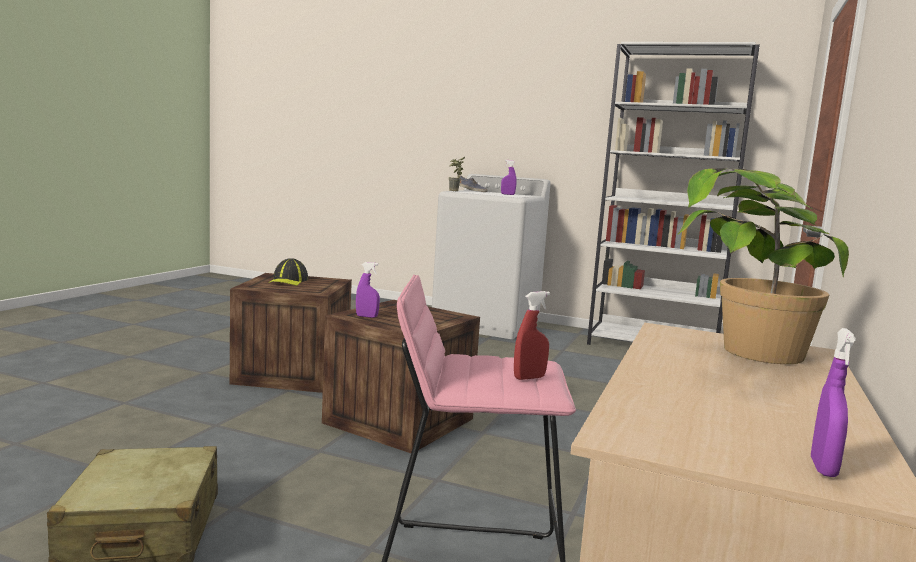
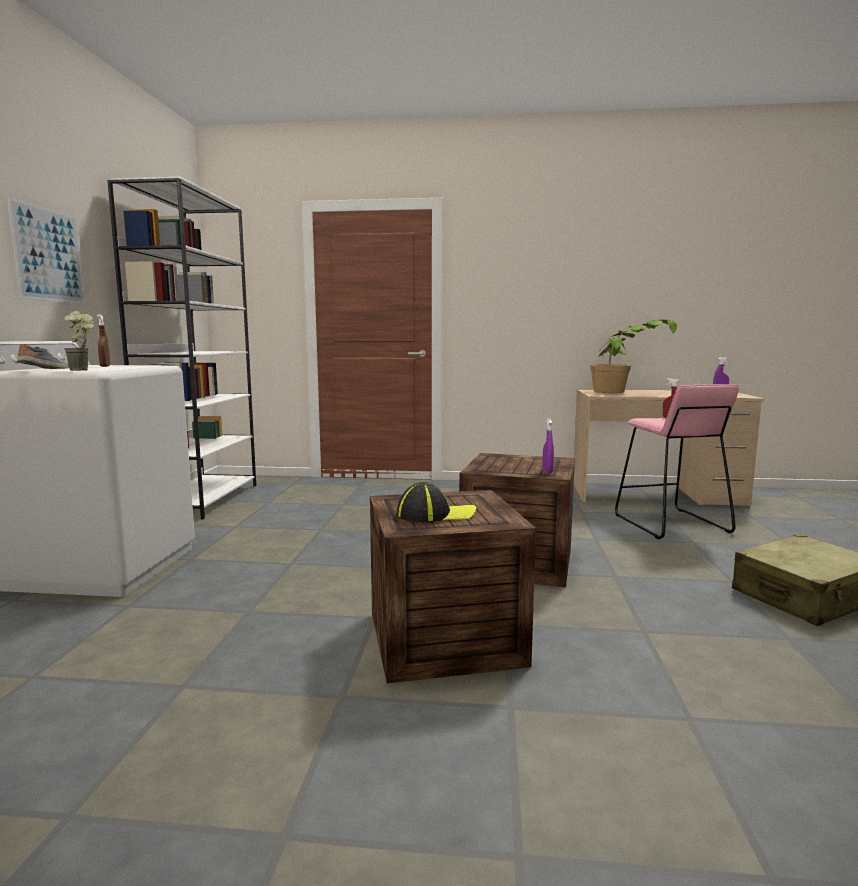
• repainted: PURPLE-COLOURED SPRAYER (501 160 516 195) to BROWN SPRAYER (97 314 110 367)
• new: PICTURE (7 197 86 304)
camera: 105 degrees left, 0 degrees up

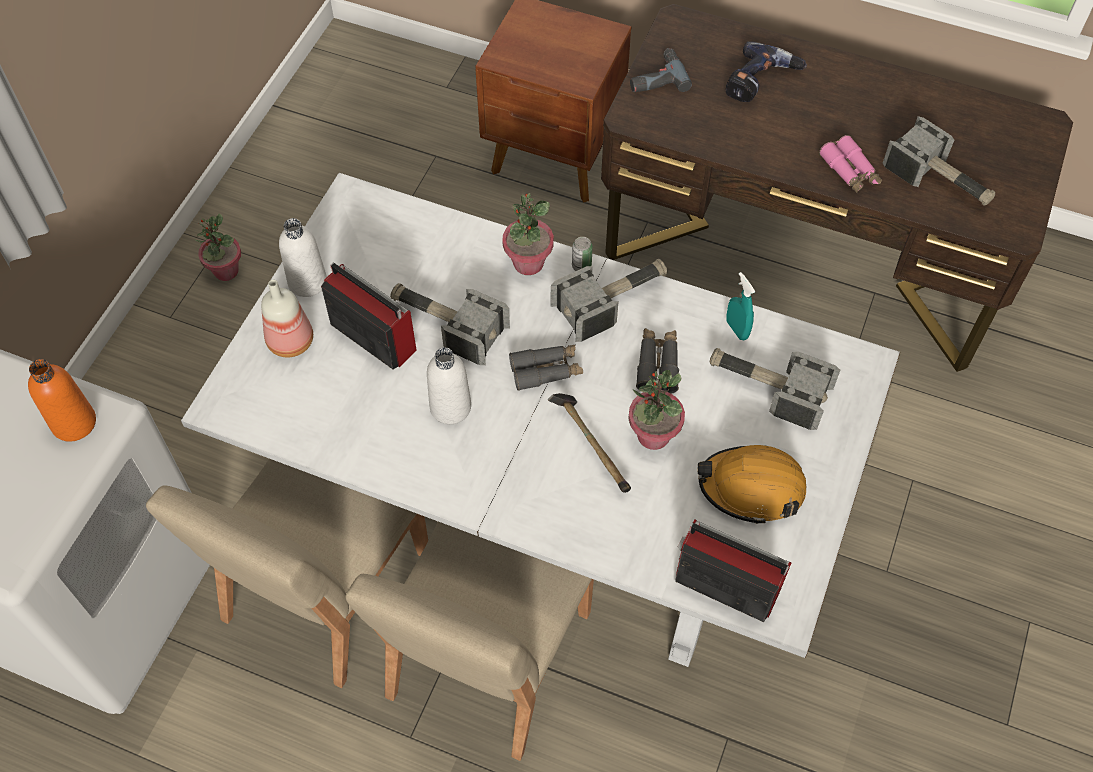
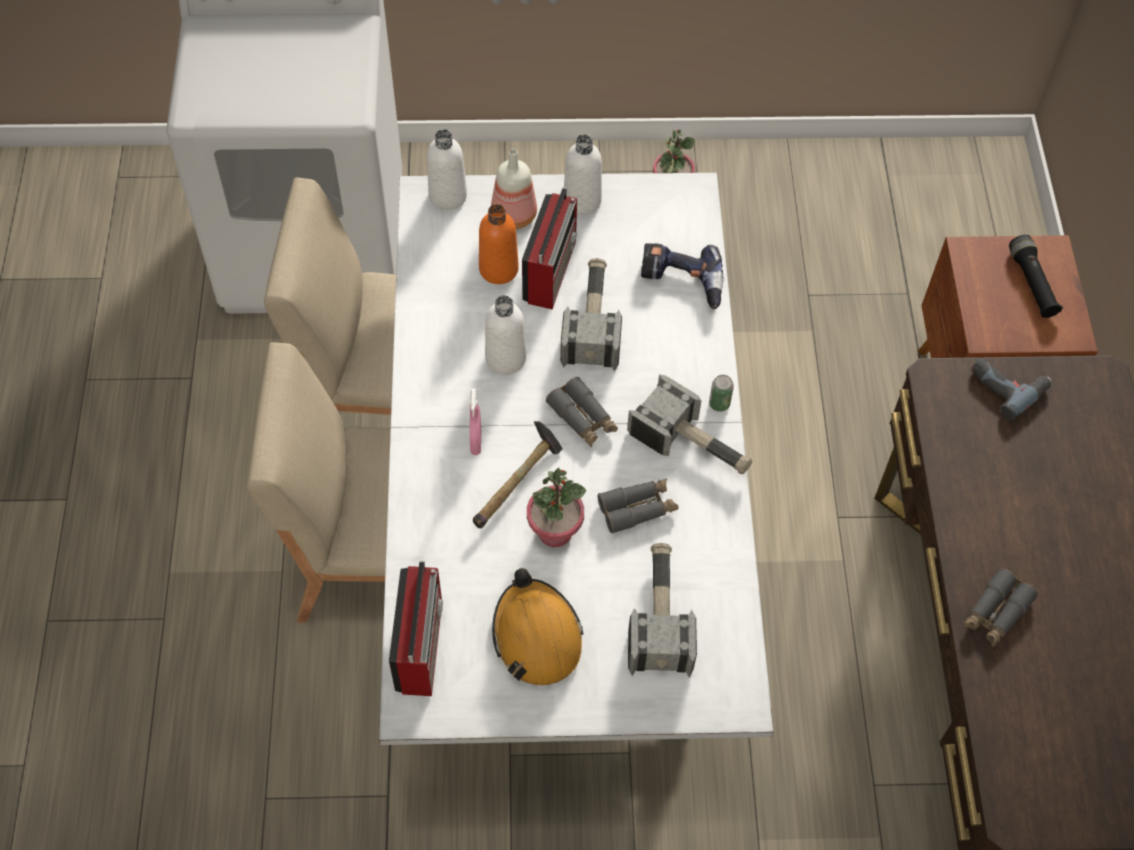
• shifted: ORANGE BEVERAGE BOTTLE (28 359 96 442) to (479 204 519 284)
• gone: HOUSEPLANT (502 193 554 275)
• shifted: ELECTRIC DRILL (726 41 807 102) to (641 243 724 309)
• gone: TURQUOISE-COLOURED SPRAYER (726 272 755 340)
• repainted: PINK FIELD GLASSES (819 135 882 193) to GREY FIELD GLASSES (963 569 1038 647)
• gone: HAND HAMMER (883 116 995 206)
• new: WHITISH BEVERAGE BOTTLE (427 129 467 210)
• new: PINK SPRAYER (470 389 481 455)
• new: BLACK-COLOURED FLASHLIGHT (1009 235 1063 318)
camera: 65 degrees right, 0 degrees up

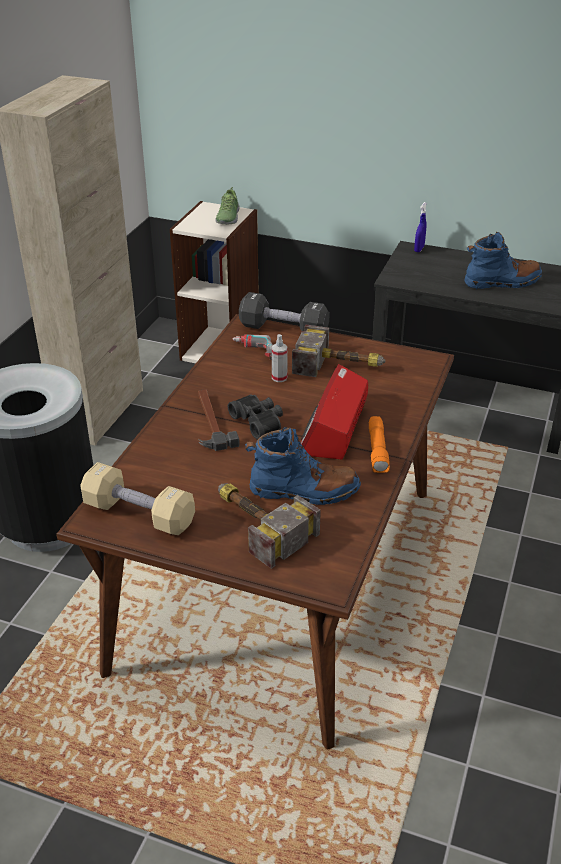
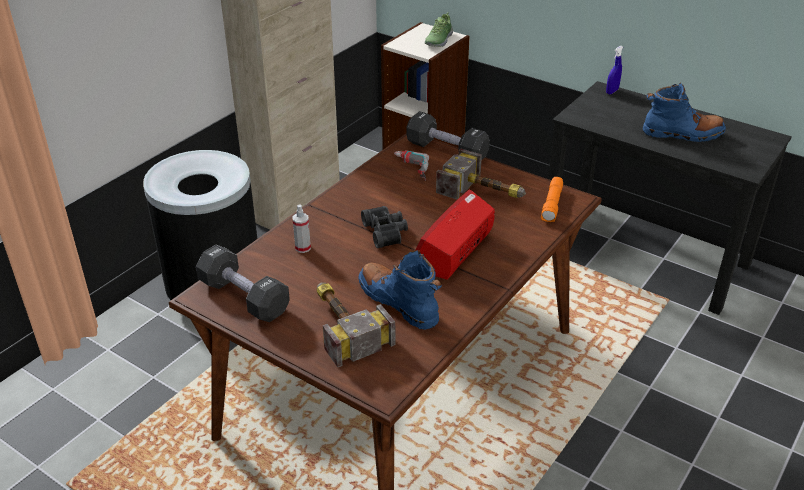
• repainted: BEIGE-COLOURED DUMBBELL (80 462 195 535) to BLACK-COLOURED DUMBBELL (196 245 290 322)
• gone: HAND HAMMER (198 389 240 451)
• rotated: BLUISH TALL BOOT (245 427 361 505) = (358 250 442 330) 150 degrees counterclockwise
• shifted: SPRAYER (272 334 288 382) to (292 204 311 253)
• shifted: ORANGE FLASHLIGHT (369 416 390 473) to (541 177 563 222)
camera: 15 degrees right, 0 degrees up

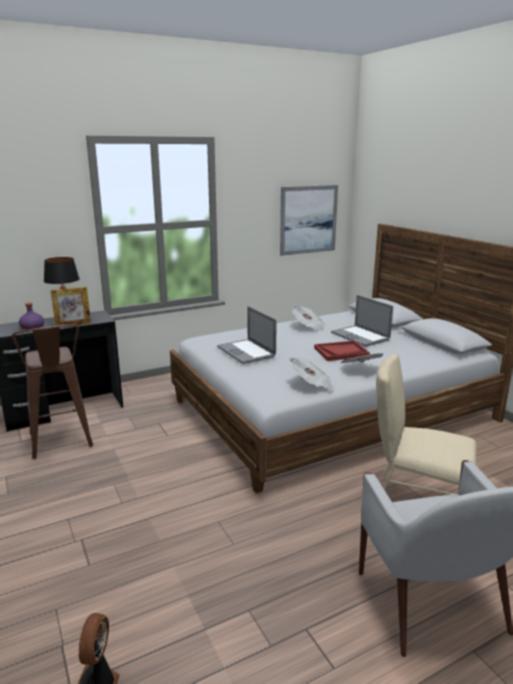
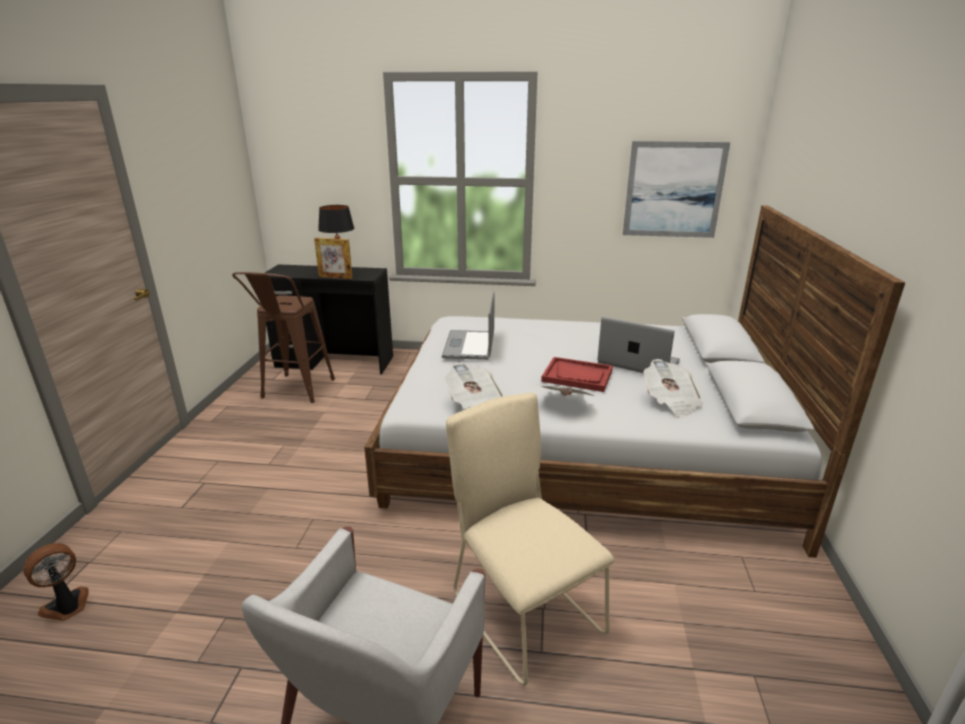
• gone: PURPLE-COLOURED BEVERAGE BOTTLE (19 303 44 330)
• shifted: DAILY PAPER (292 305 325 332) to (643 359 703 418)
• rotated: PORTABLE COMPUTER (331 295 393 347) = (597 316 680 373) 120 degrees clockwise
camera: 35 degrees right, 5 degrees up

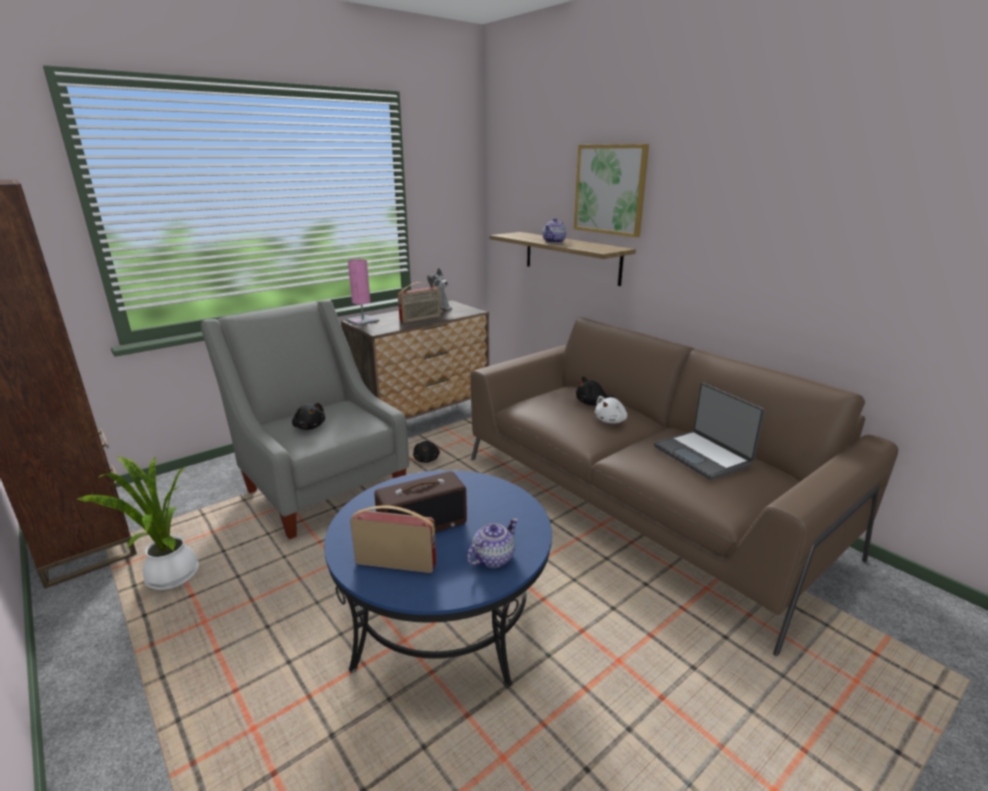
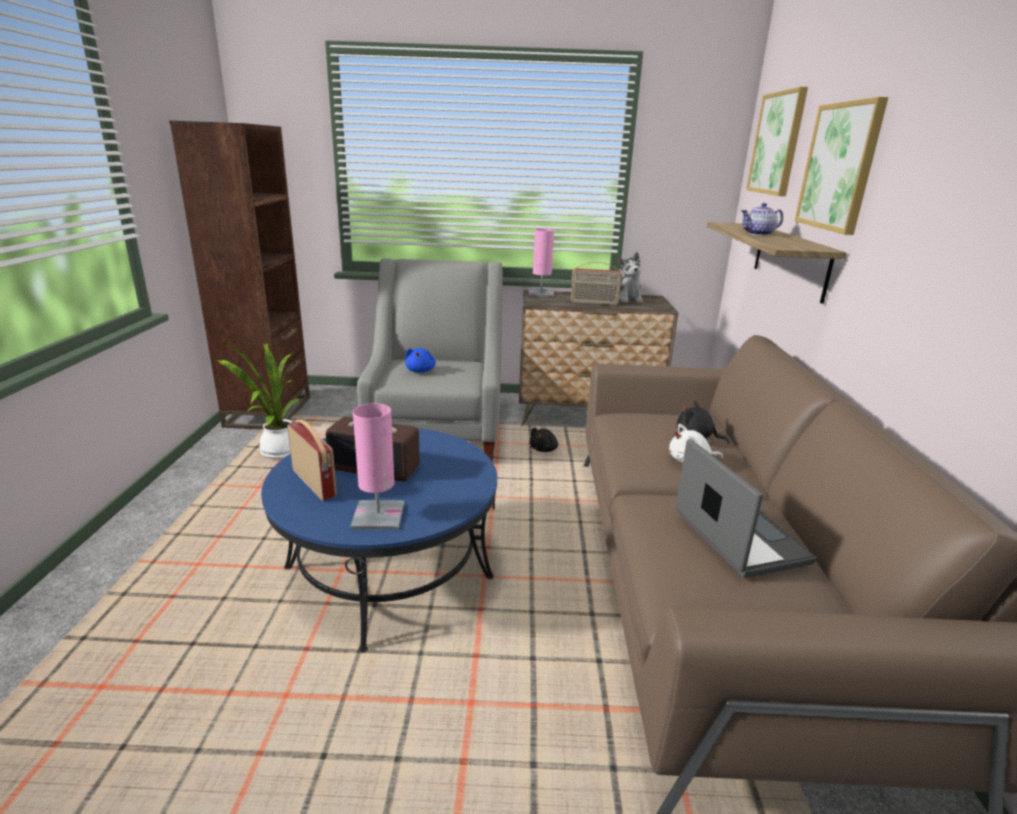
• repainted: BLACK-COLOURED CUDDLY TOY (292 403 325 430) to BLUISH CUDDLY TOY (405 348 436 373)
• swapped: TEA POT (467 518 518 568) to PINK TABLE LAMP (350 403 404 529)
• rotated: PORTABLE COMPUTER (654 383 765 480) = (676 439 817 578) 150 degrees clockwise
• new: PICTURE (746 87 808 196)
camera: 40 degrees right, 0 degrees up

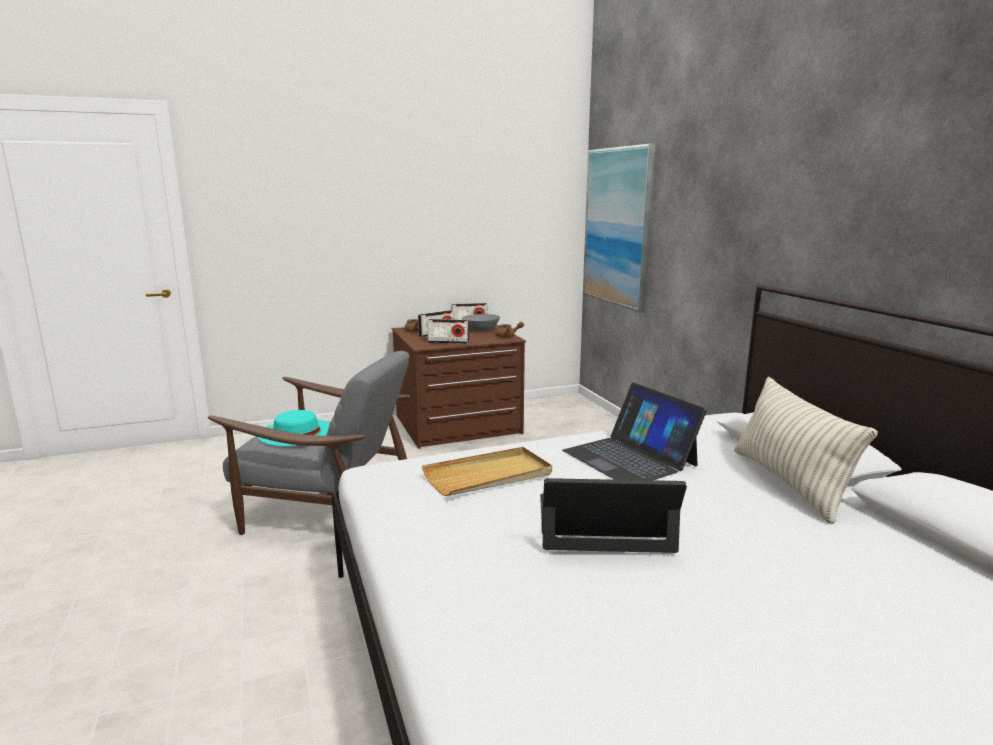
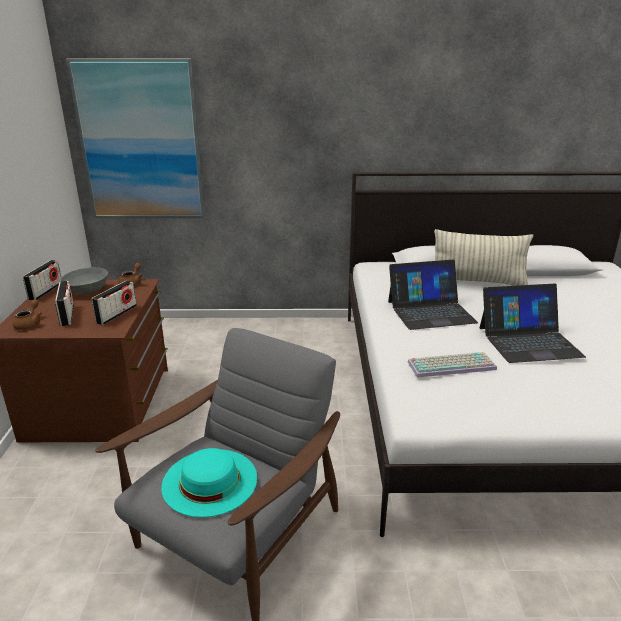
• swapped: BEIGE-COLOURED TRAY (422 447 552 496) to PC KEYBOARD (408 352 497 378)
• rotated: PORTABLE COMPUTER (540 478 687 553) = (479 284 586 363) 120 degrees counterclockwise
camera: 70 degrees left, 10 degrees up

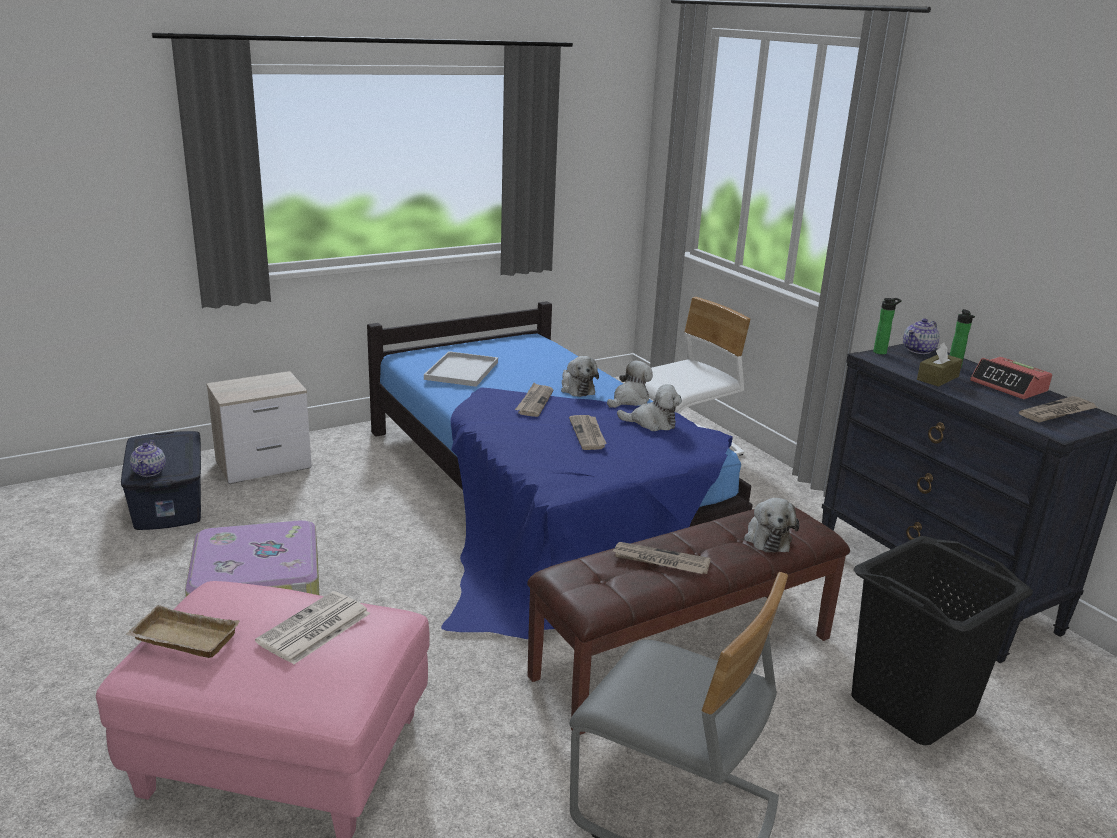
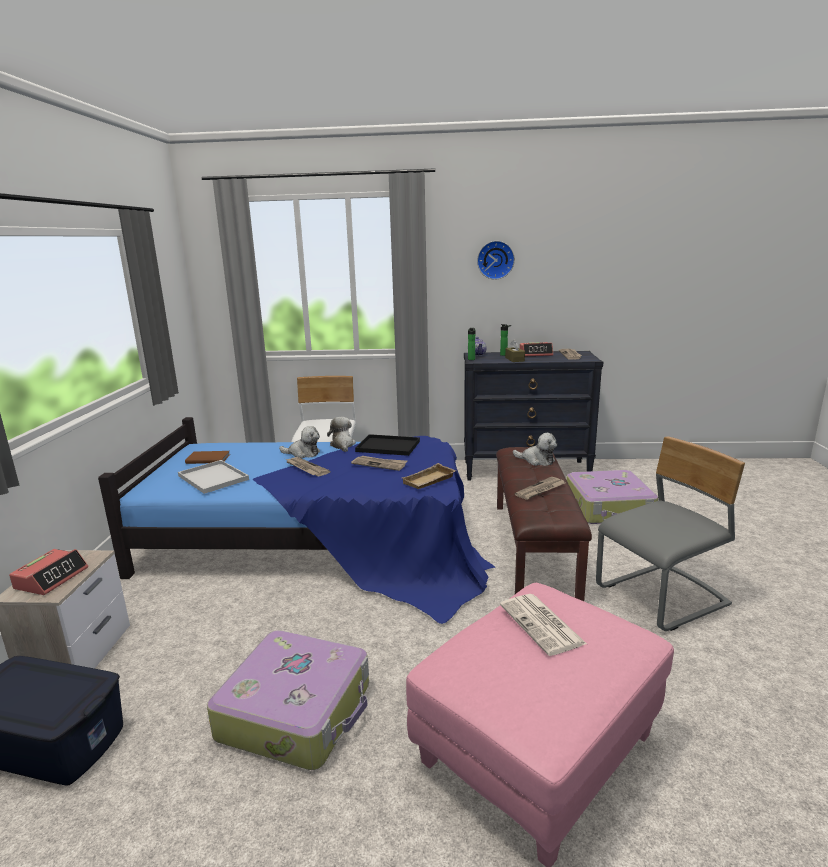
• shifted: BEIGE-COLOURED TRAY (125 605 240 658) to (402 463 456 489)
• gone: TEA POT (130 440 166 477)
• swapped: CUDDLY TOY (617 384 682 431) to BLACK-COLOURED TRAY (355 434 420 456)
• swapped: BLACK-COLOURED LAUNDRY BASKET (851 536 1033 745) to PIECE OF LUGGAGE (566 470 658 524)
• new: TABLE CLOCK (9 549 88 595)
• new: BROWN BOOK (185 451 230 464)
• new: HANGING CLOCK (477 241 515 280)
camera: 55 degrees left, 5 degrees down

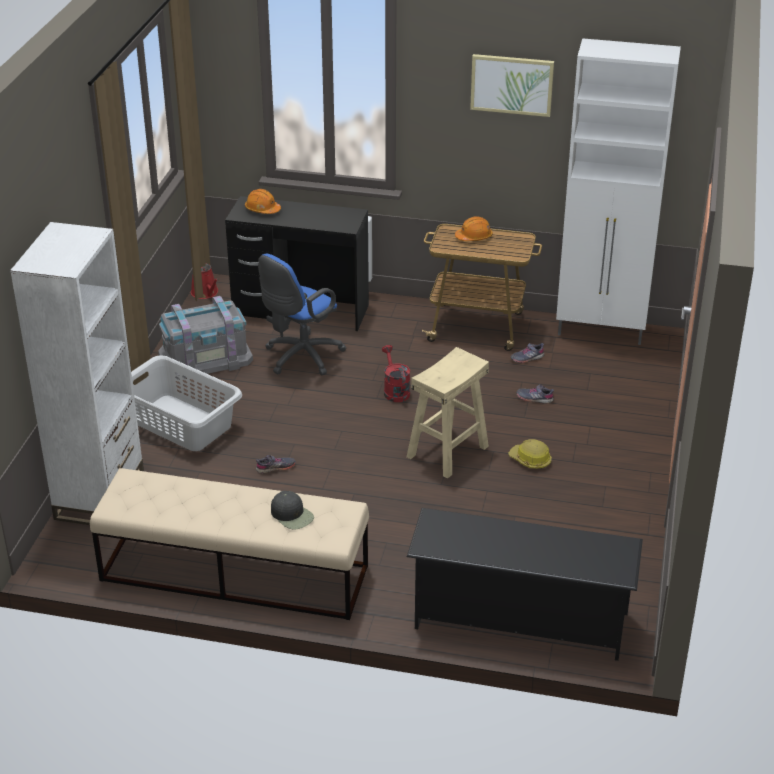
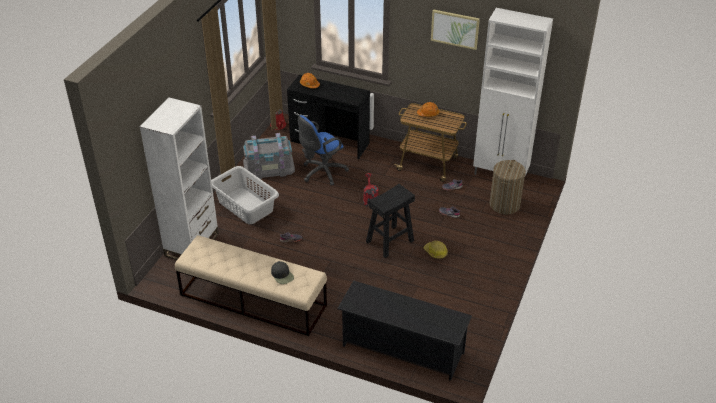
• repainted: BEIGE-COLOURED STOOL (407 347 489 479) to BLACK-COLOURED STOOL (366 184 415 258)
• new: LAUNDRY BASKET (489 160 526 215)
camera: 10 degrees right, 5 degrees up

